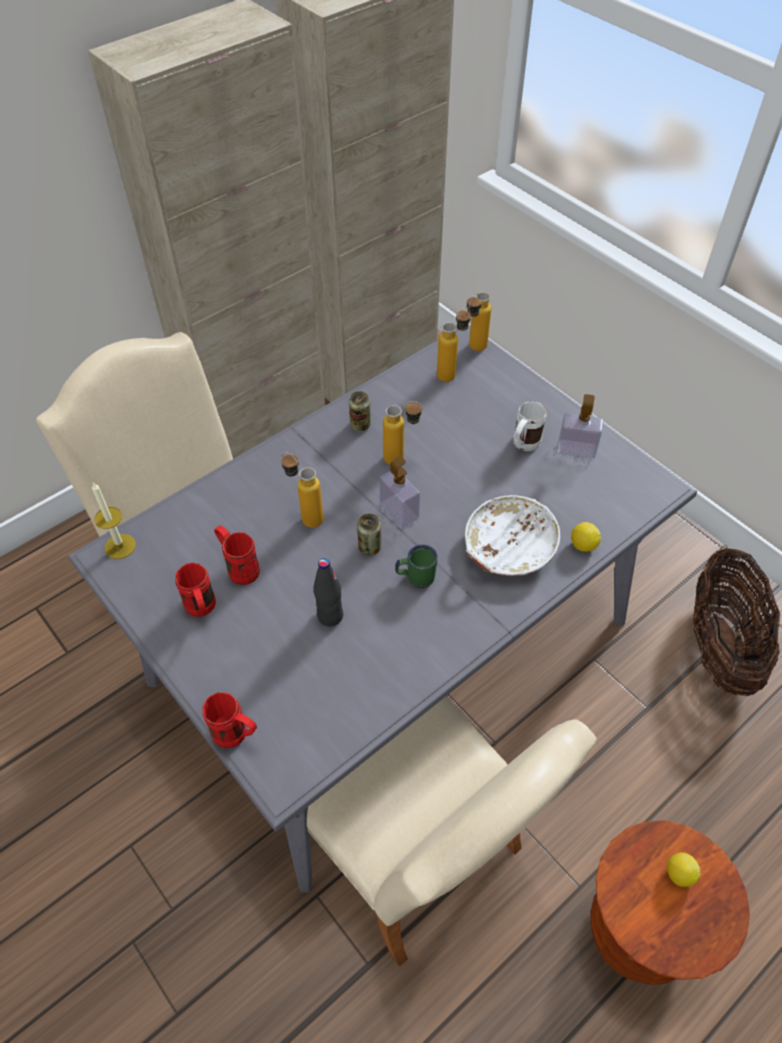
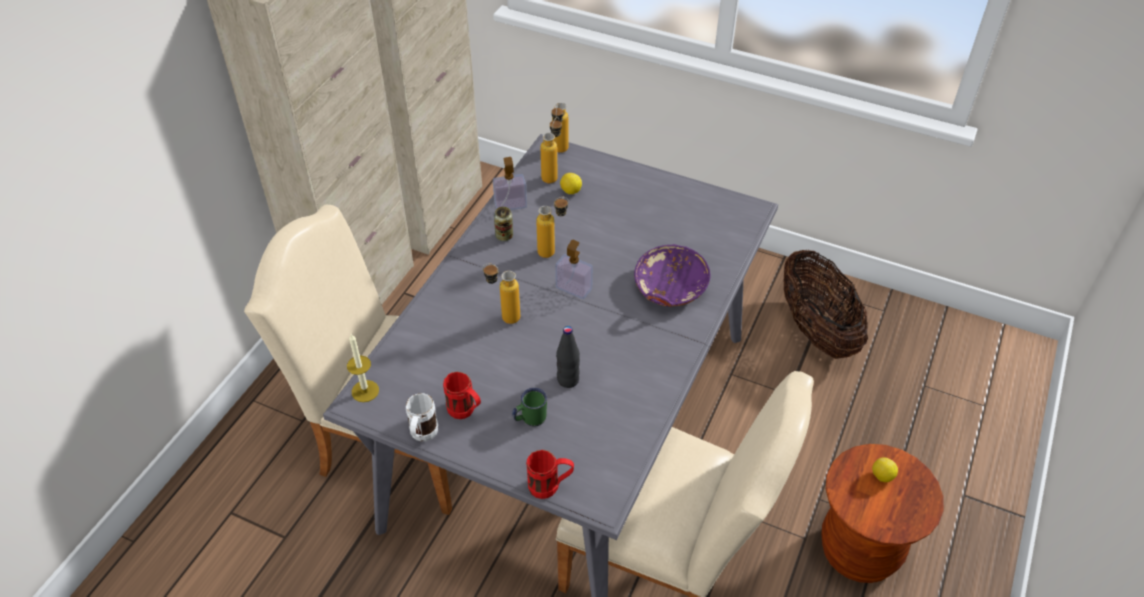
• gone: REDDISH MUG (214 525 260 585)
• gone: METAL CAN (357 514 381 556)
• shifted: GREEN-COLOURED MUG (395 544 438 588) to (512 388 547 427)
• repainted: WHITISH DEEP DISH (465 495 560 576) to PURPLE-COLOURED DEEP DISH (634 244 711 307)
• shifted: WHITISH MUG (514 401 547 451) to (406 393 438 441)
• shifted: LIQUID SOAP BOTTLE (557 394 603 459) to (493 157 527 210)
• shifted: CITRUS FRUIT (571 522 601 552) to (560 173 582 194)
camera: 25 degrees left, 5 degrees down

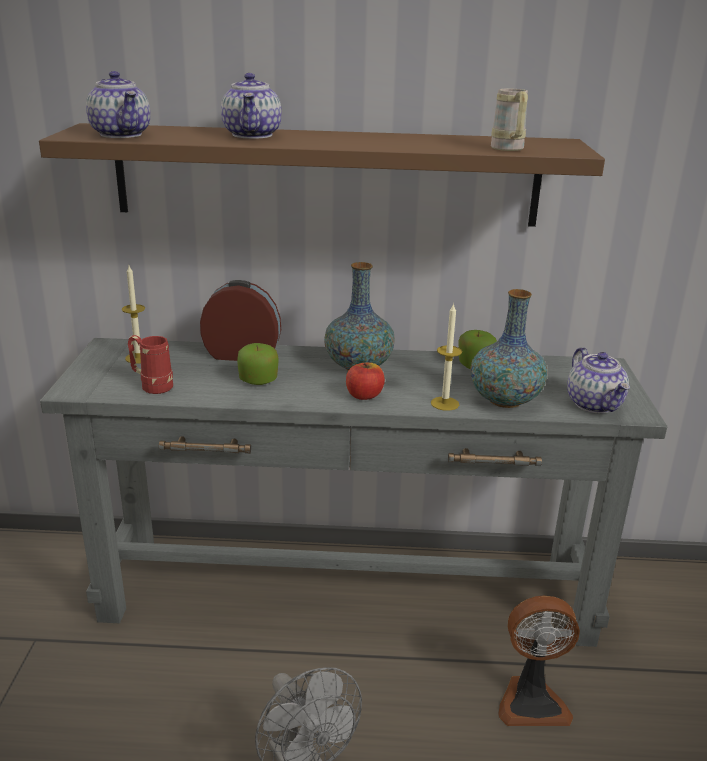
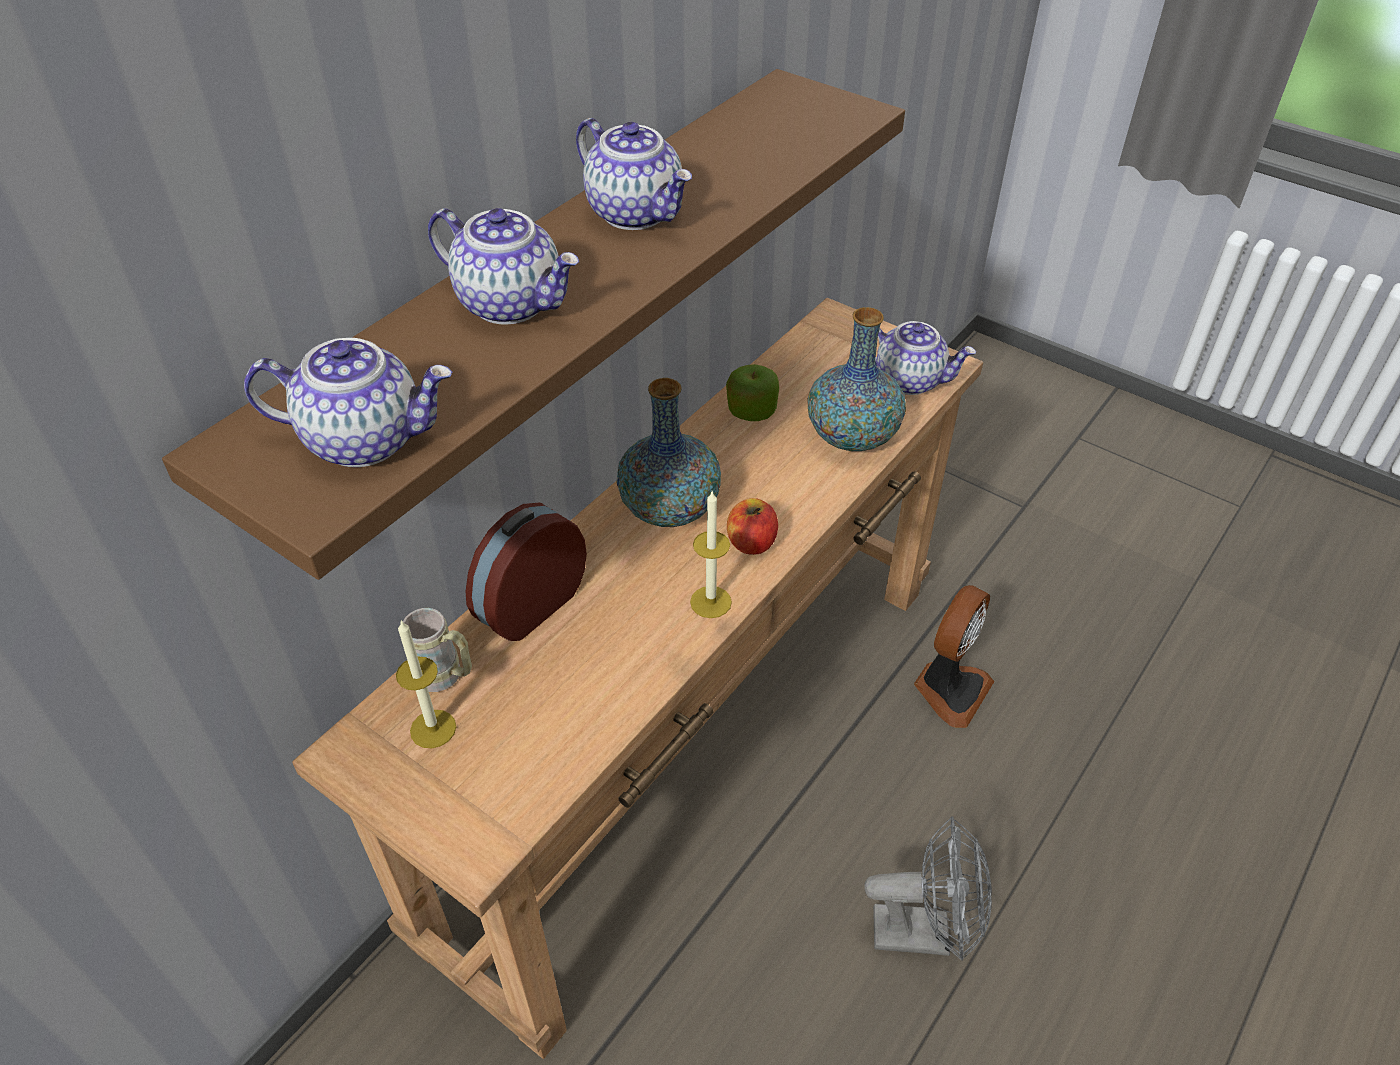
• repainted: GREY CONSOLE TABLE (40 338 667 647) to BROWN CONSOLE TABLE (292 298 983 1059)
• gone: REDDISH MUG (128 335 173 394)
• gone: WHOLE APPLE (237 343 279 385)
• shifted: WAX CANDLE (431 303 462 411) to (690 492 732 618)
• shifted: BEIGE-COLOURED MUG (491 89 528 151) to (403 608 472 692)
• new: TEA POT (576 118 692 230)
camera: 55 degrees left, 20 degrees up

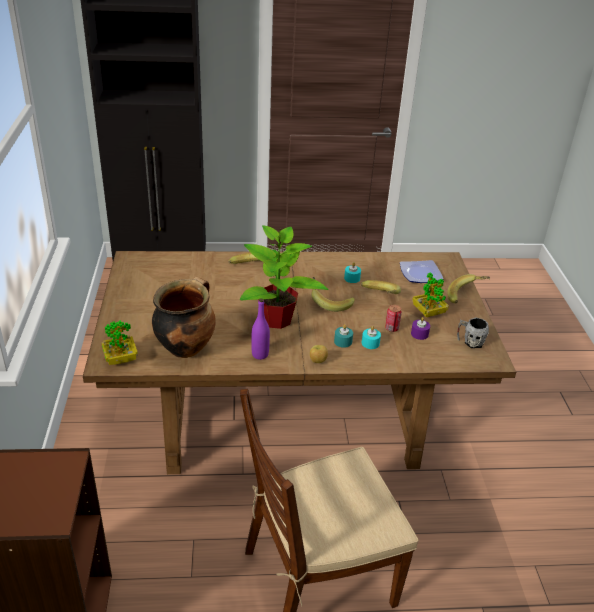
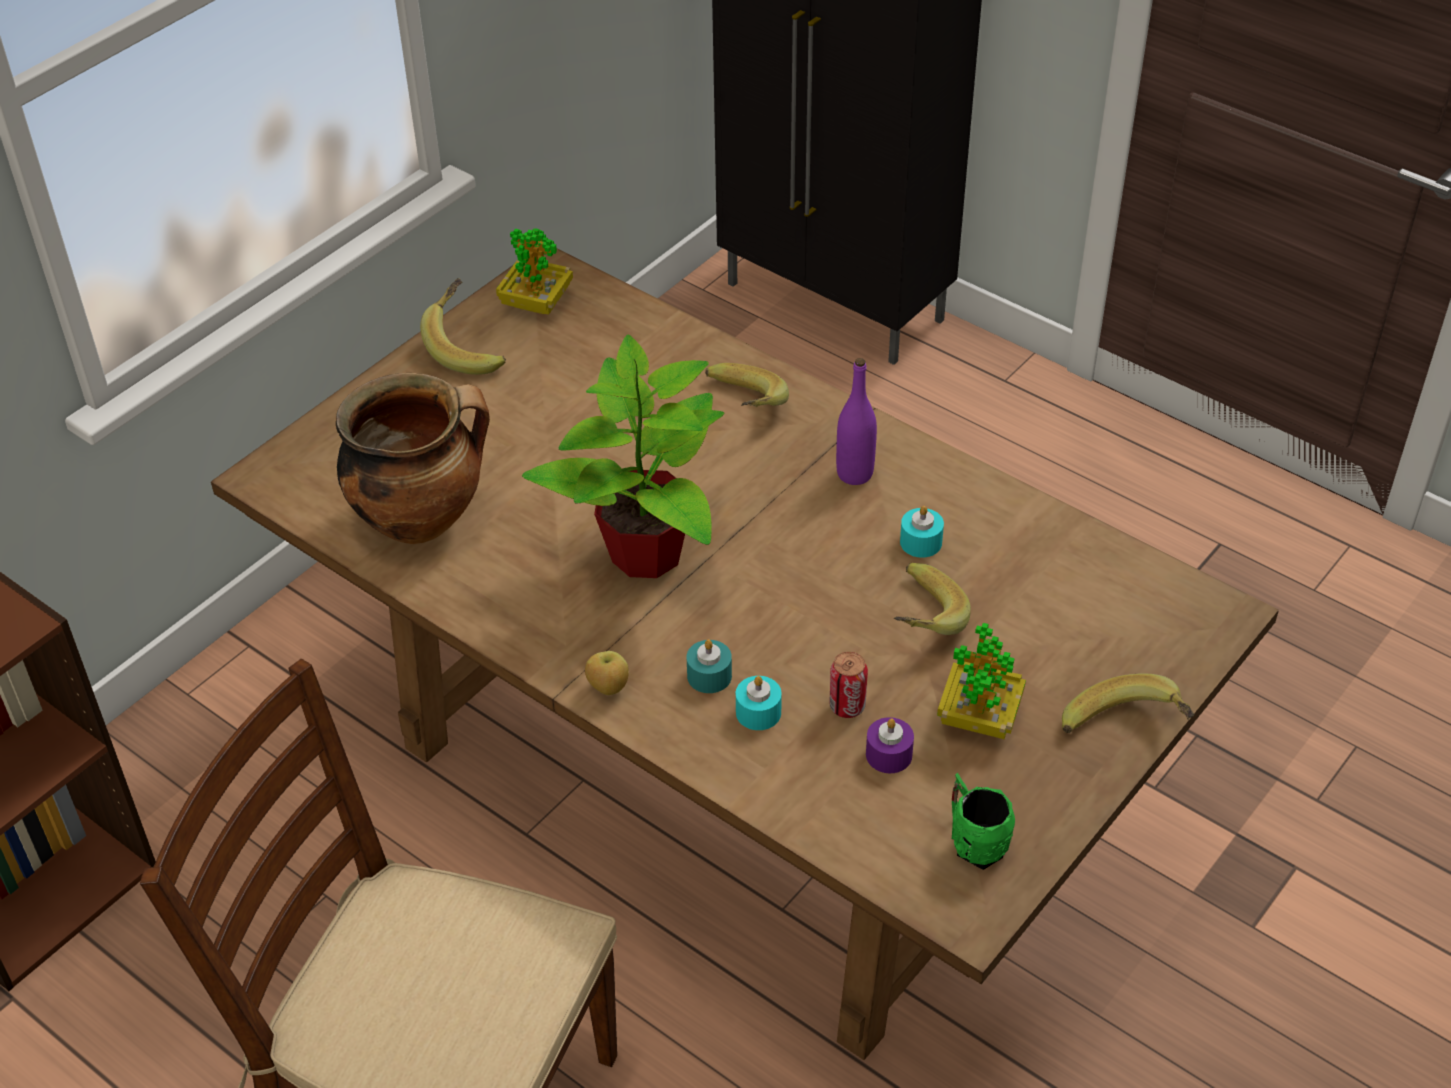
• shifted: HOUSEPLANT (101 321 138 365) to (496 228 573 314)
• shifted: PURPLE-COLOURED BEVERAGE BOTTLE (252 298 270 360) to (836 358 877 485)
• shifted: BANANA FRUIT (311 277 355 312) to (420 278 506 375)
• gone: PLATE (400 260 443 283)
• repainted: GREY MUG (457 317 489 348) to GREEN-COLOURED MUG (952 773 1015 870)
camera: 45 degrees right, 10 degrees up

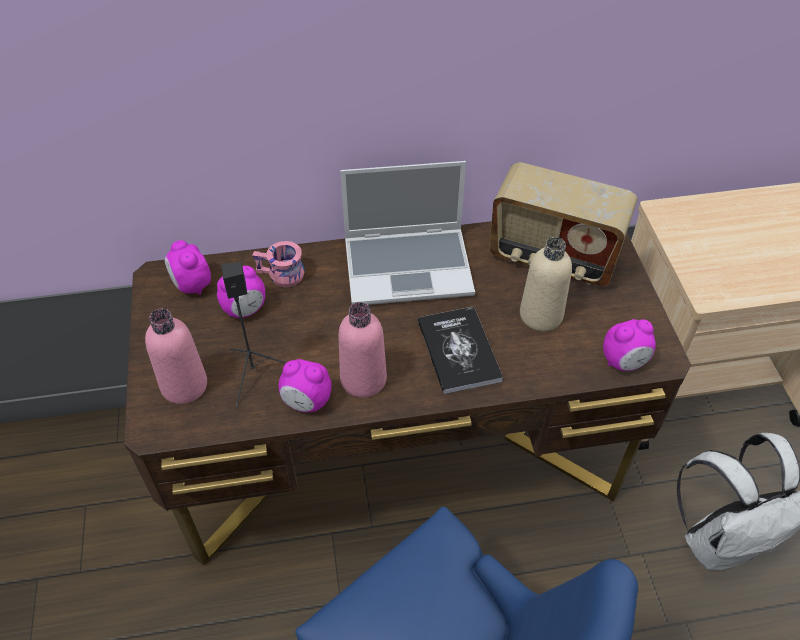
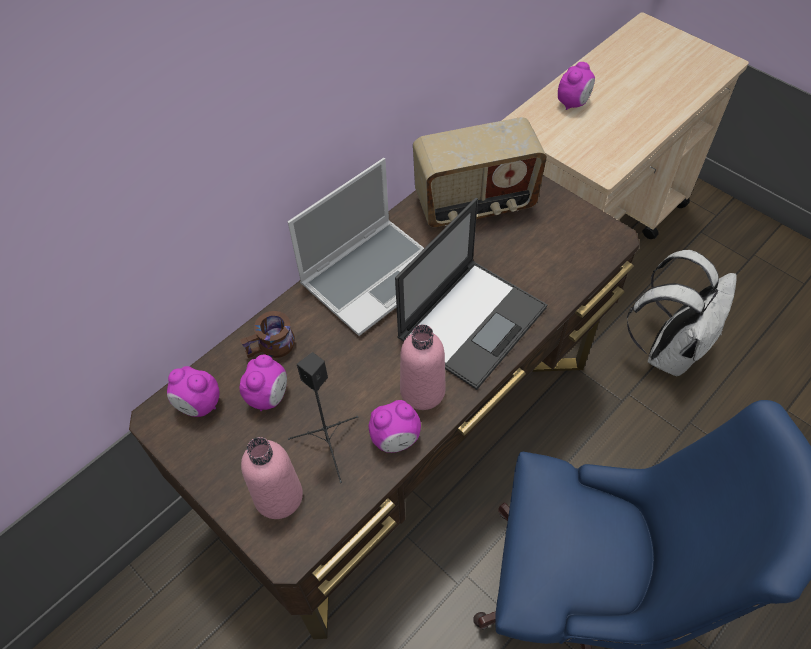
• repainted: PINK MUG (252 241 304 287) to BROWN MUG (240 311 295 358)
• swapped: BOOK (418 306 503 394) to PORTABLE COMPUTER (395 198 548 390)
• gone: BEIGE-COLOURED BEVERAGE BOTTLE (520 237 572 331)
• shifted: TABLE CLOCK (603 319 656 371) to (558 62 595 110)
camera: 35 degrees left, 5 degrees up

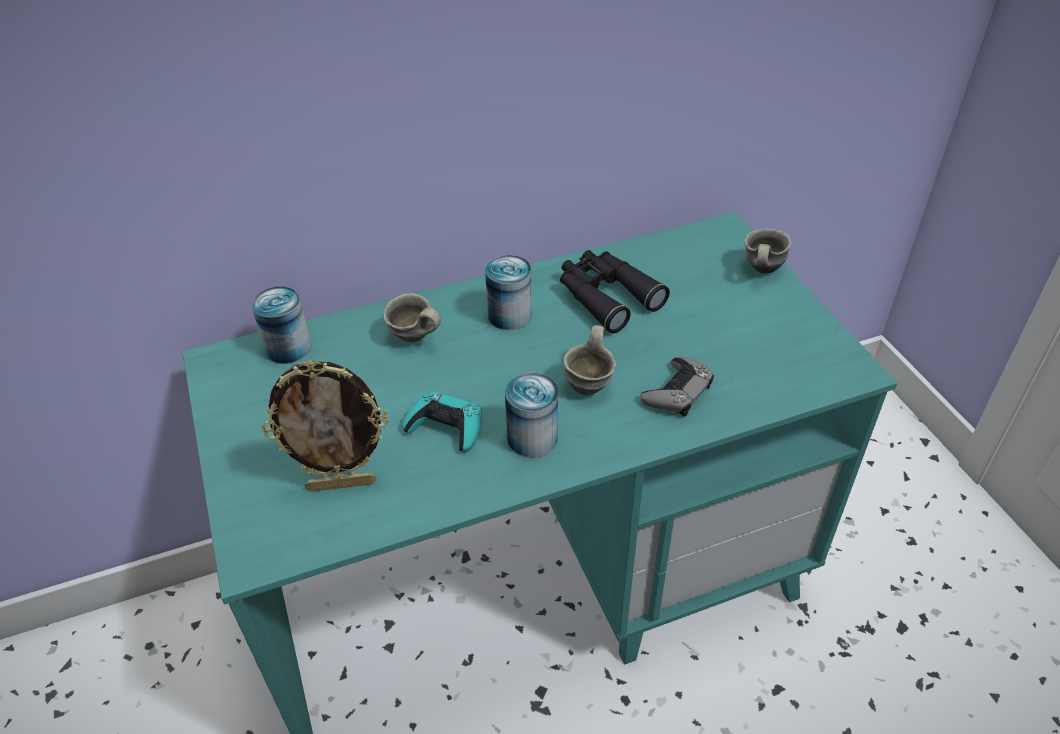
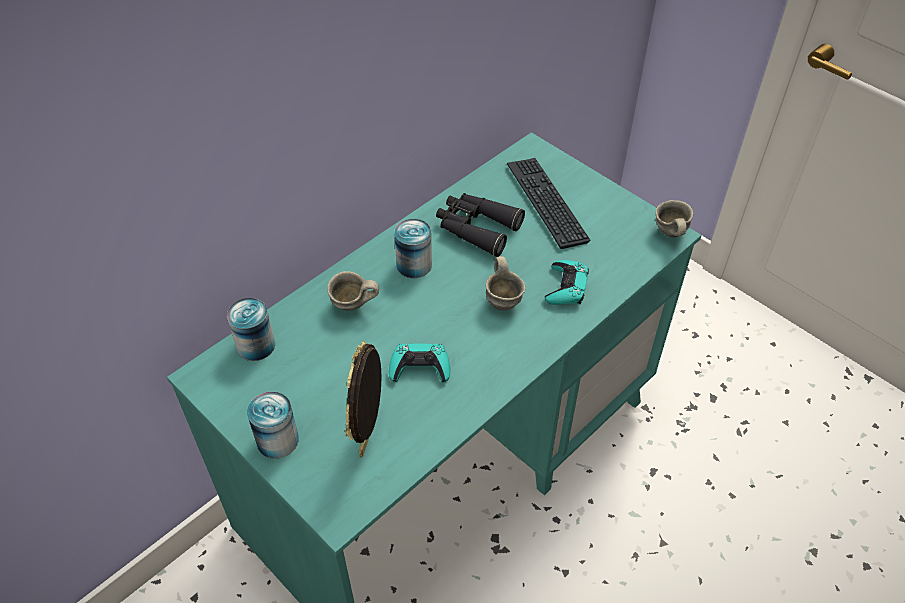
• rotated: STANDING FRAME (261 360 388 491) = (345 341 382 458) 135 degrees clockwise
• shifted: METAL CAN (505 373 558 457) to (247 392 299 459)
• repainted: GREY GAMEPAD (640 357 714 417) to TURQUOISE-COLOURED GAMEPAD (545 260 589 305)
• shifted: GREY MUG (744 229 791 274) to (655 200 693 237)
• new: PC KEYBOARD (507 158 590 249)
camera: 25 degrees left, 5 degrees up

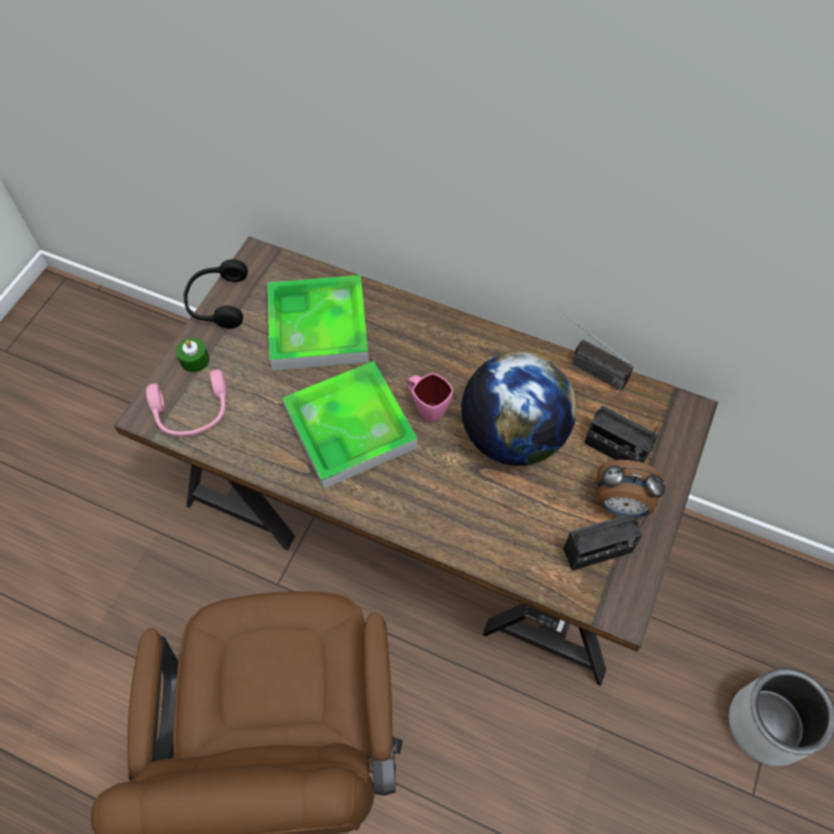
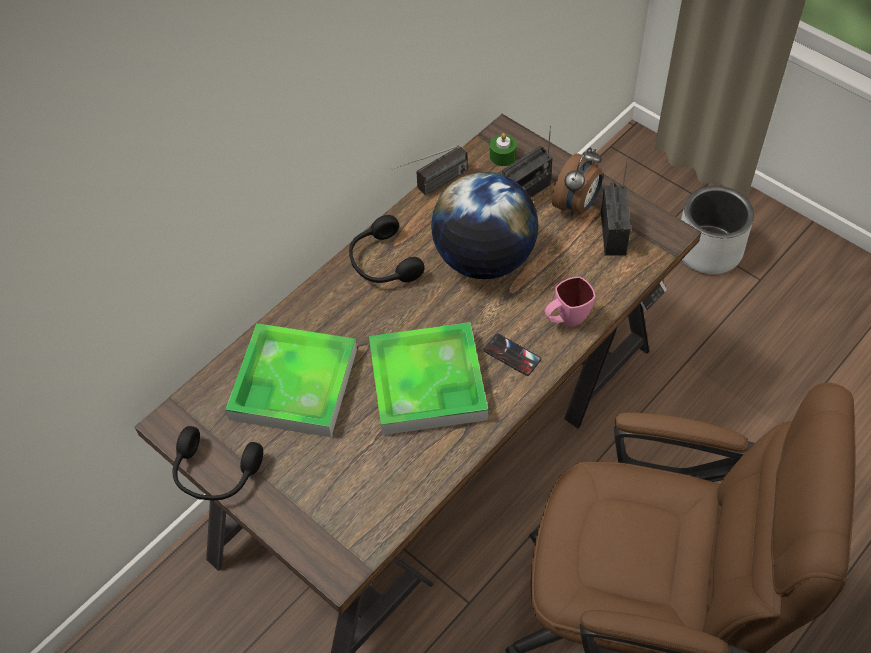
• gone: PINK HEADPHONES (146 370 228 436)
• shifted: GREEN-COLOURED WAX CANDLE (176 338 209 372) to (490 133 517 166)
• shifted: PINK MUG (407 373 453 423) to (544 277 595 327)
• new: BLACK-COLOURED HEADPHONES (349 215 425 283)
• new: TELEPHONE (484 333 541 376)
camera: 70 degrees left, 5 degrees down

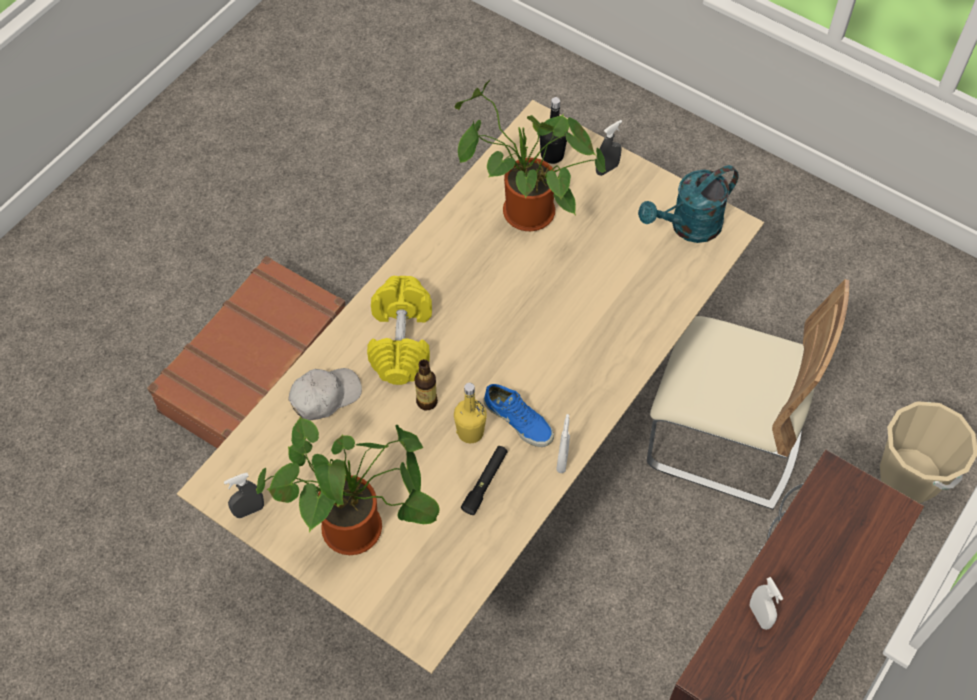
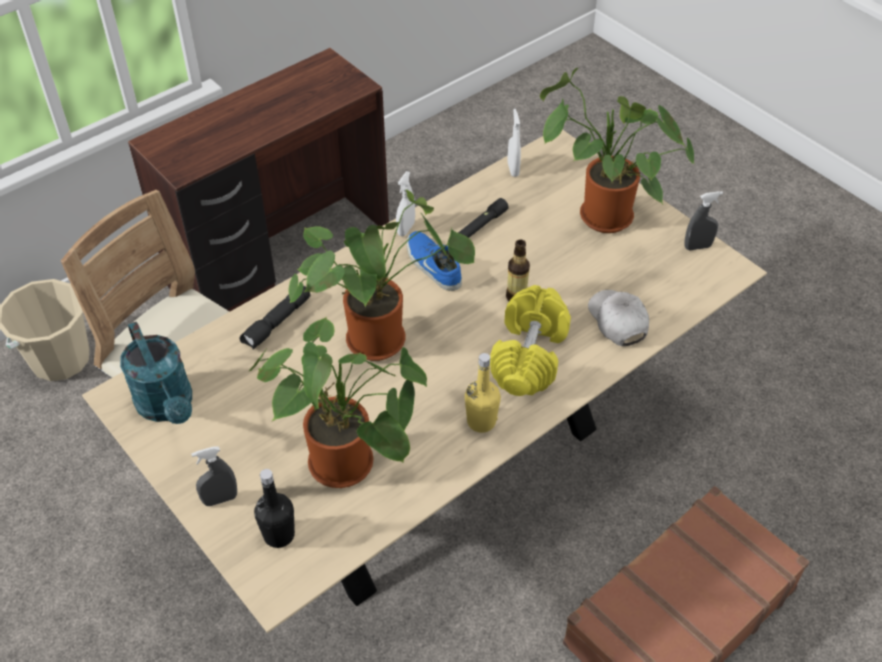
• rotated: WHITISH PEAKED CAP (289 368 362 420) = (588 290 649 346) 90 degrees clockwise
• shifted: YELLOW BEVERAGE BOTTLE (454 383 487 443) to (465 353 501 433)
• rotated: TURQUOISE-COLOURED WATERING POT (638 165 739 243) = (120 322 192 424) 75 degrees clockwise
• shifted: WHITISH SPRAYER (750 577 783 630) to (508 109 521 177)
• new: BLACK-COLOURED FLASHLIGHT (239 285 310 350)
• new: HOUSEPLANT (288 190 475 361)
camera: 165 degrees left, 10 degrees down

